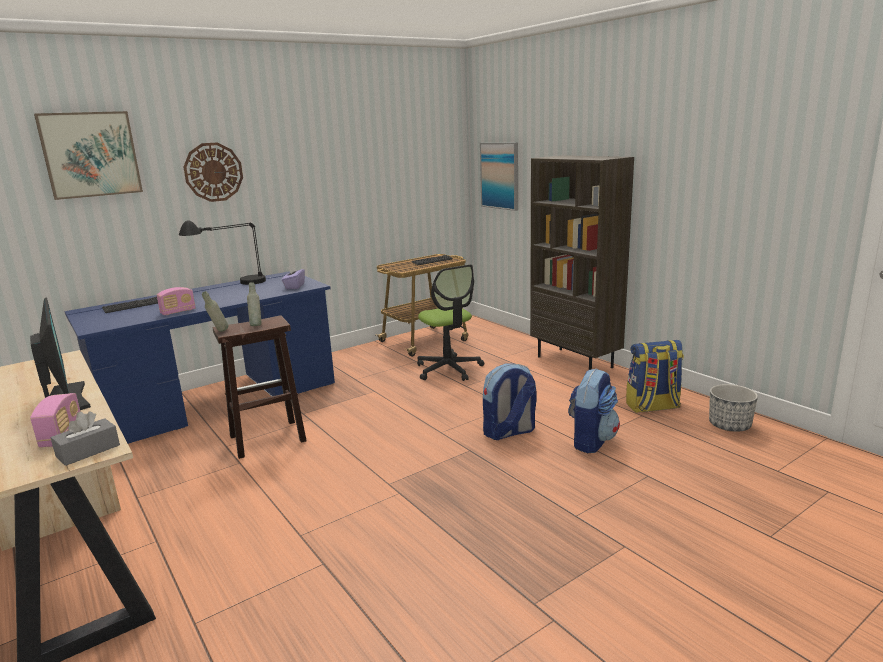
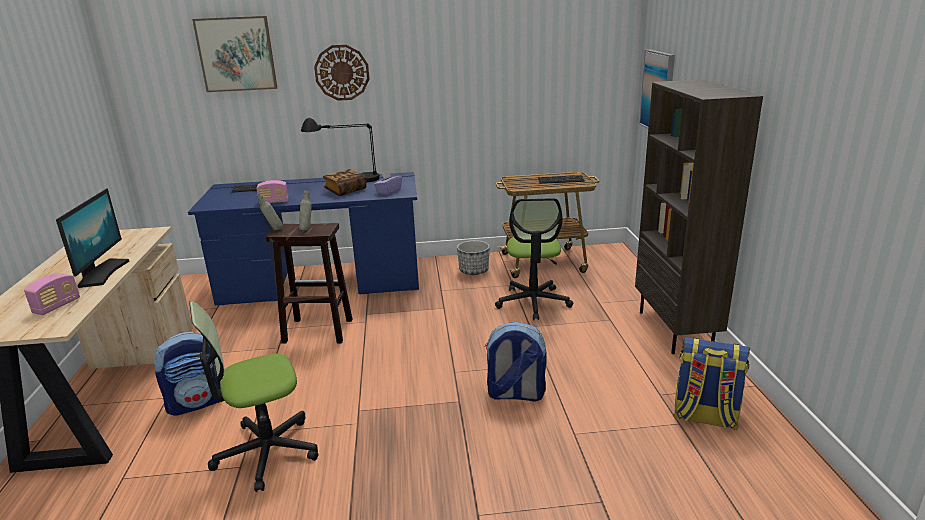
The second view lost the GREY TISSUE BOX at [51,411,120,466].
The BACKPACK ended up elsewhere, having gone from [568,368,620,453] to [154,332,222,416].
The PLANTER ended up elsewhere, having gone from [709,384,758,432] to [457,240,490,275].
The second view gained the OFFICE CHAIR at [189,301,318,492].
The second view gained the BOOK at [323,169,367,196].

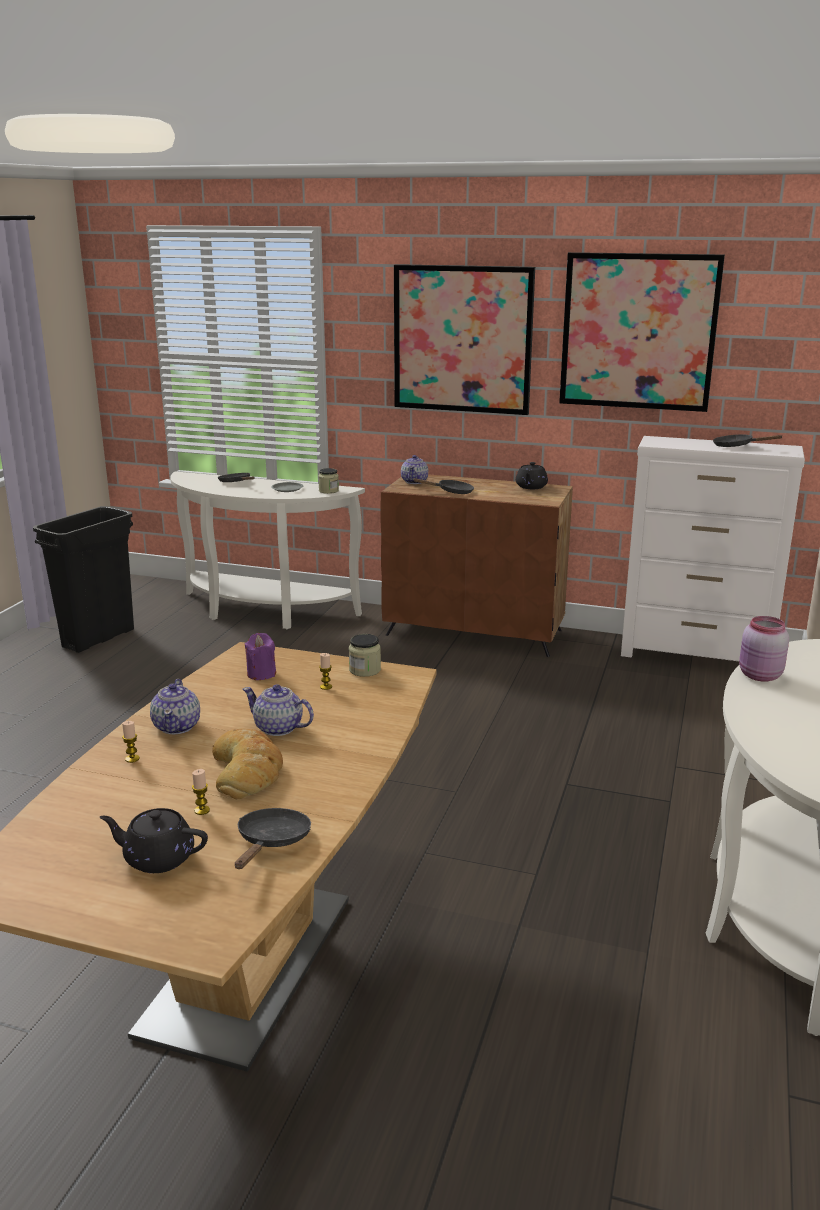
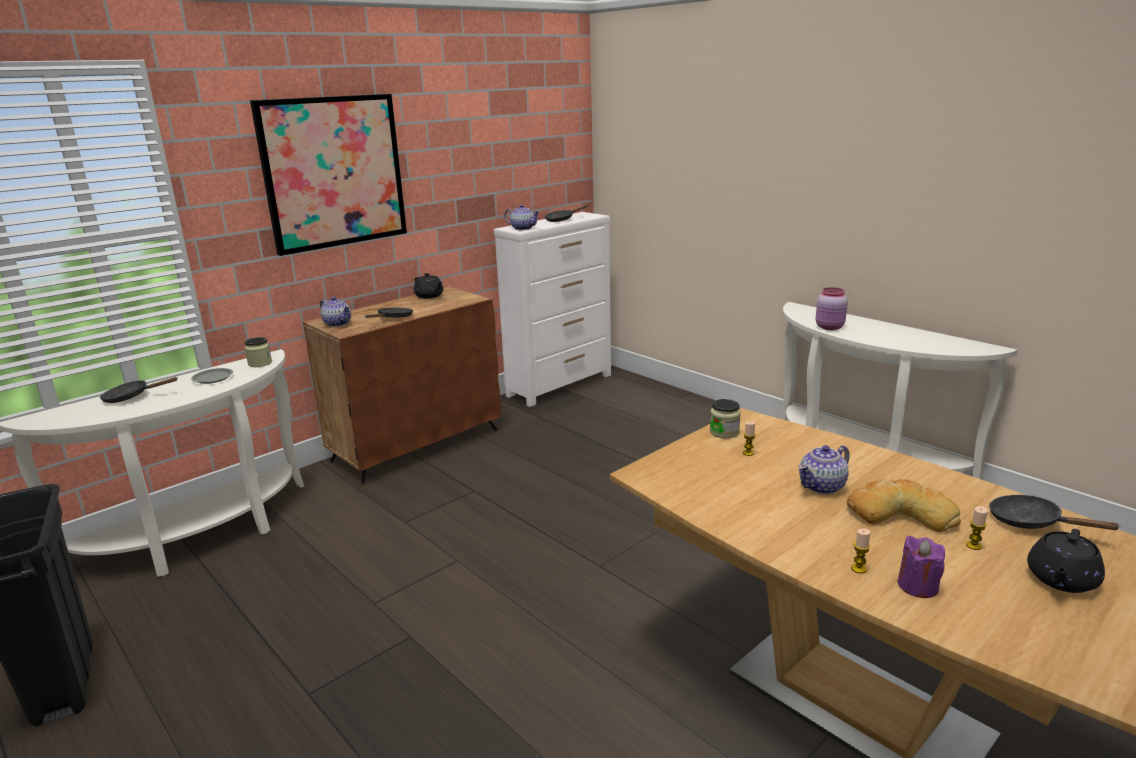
The TEAPOT ended up elsewhere, having gone from [150,679,200,734] to [504,204,540,230].
The PURPLE CANDLE ended up elsewhere, having gone from [244,633,276,680] to [898,536,945,598].
The second view lost the PICTURE at [559,252,725,412].

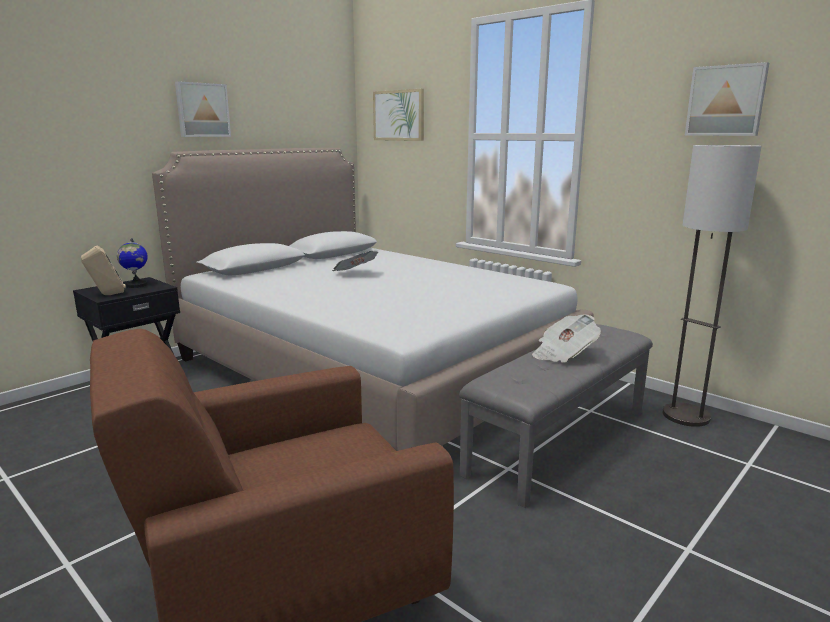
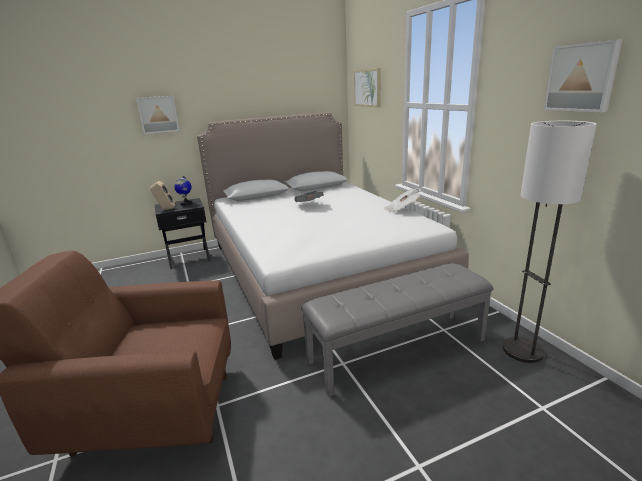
The PICTURE ended up elsewhere, having gone from [175,81,231,137] to [136,96,179,134].
The NEWSPAPER ended up elsewhere, having gone from [532,314,601,363] to [384,188,421,212].

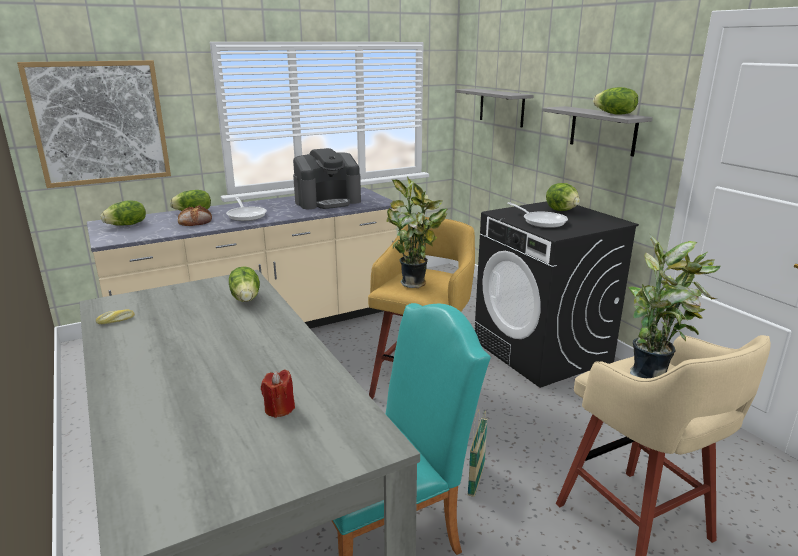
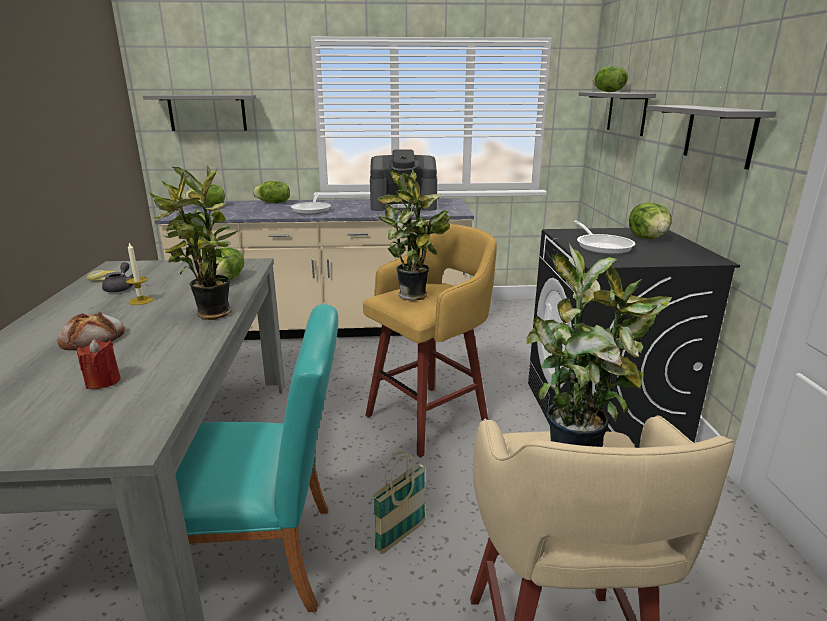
Where the PICTURE hung at [17,60,171,188], the GREY SHELF came to hang at [143,95,256,131].
The BREAD ended up elsewhere, having gone from [178,205,212,226] to [57,312,125,351].
The LETTUCE ended up elsewhere, having gone from [593,87,638,115] to [593,66,628,92].
The second view gained the GREY TEAPOT at [102,262,134,293].
The second view gained the CANDLE at [126,242,153,305].
The second view gained the POTTED PLANT at [149,165,237,320].

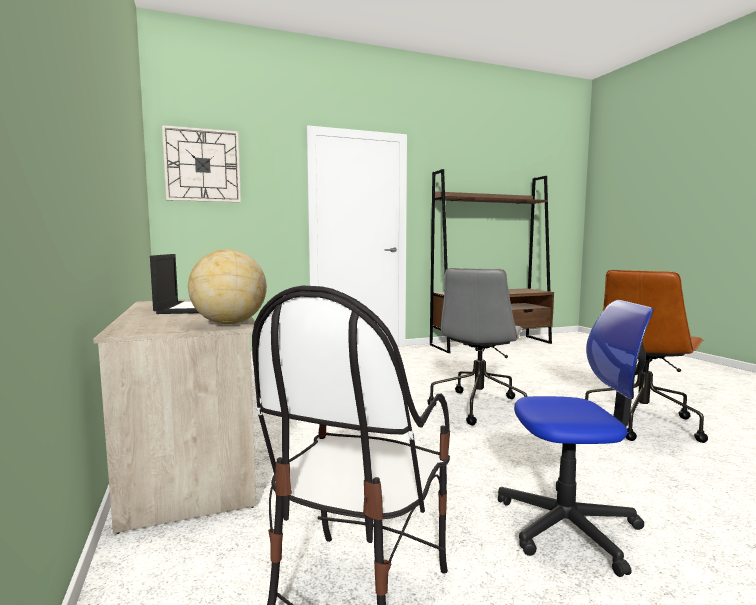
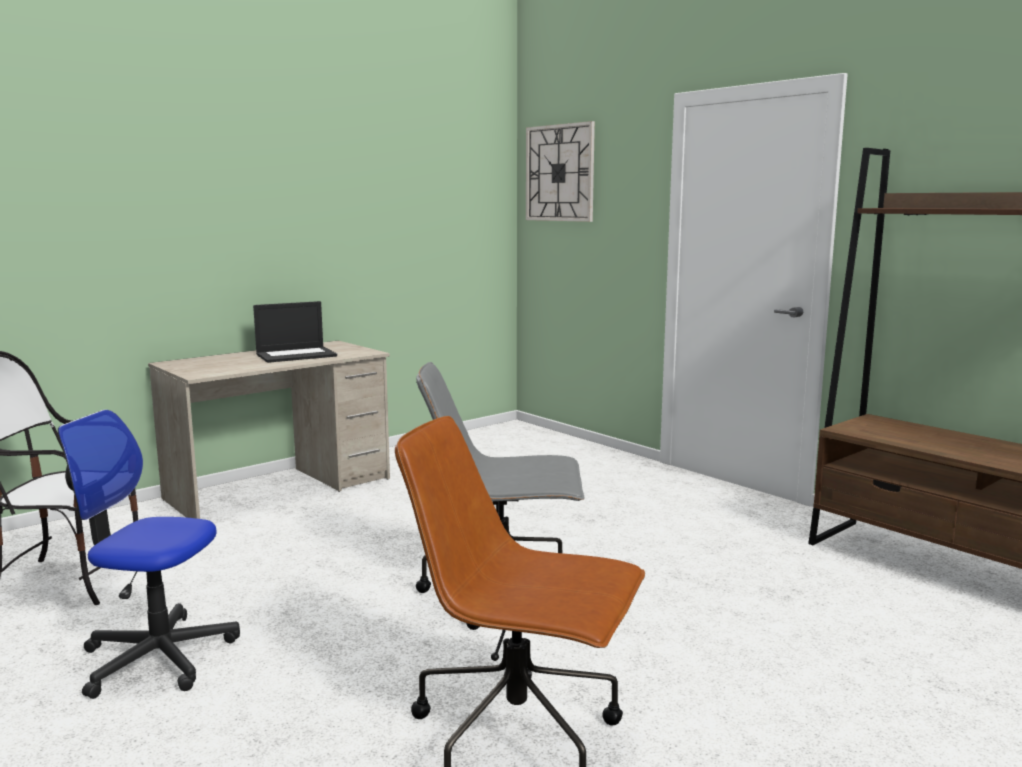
The second view lost the GLOBE at [188,249,267,325].
The OFFICE CHAIR at [498,300,653,577] ended up facing another way, 120 degrees clockwise from before.

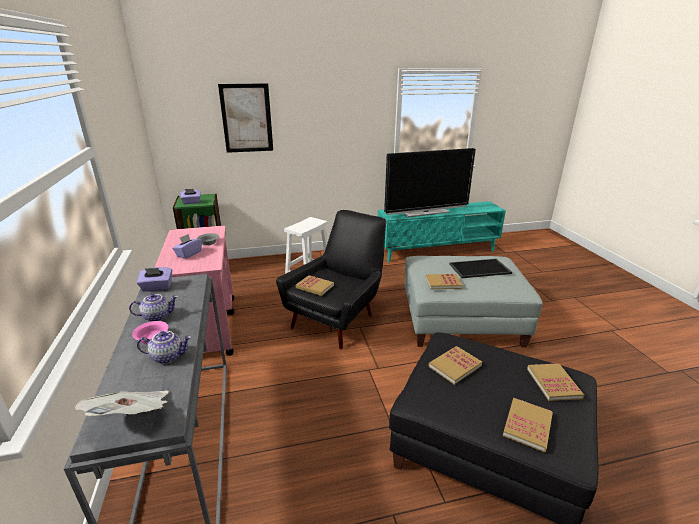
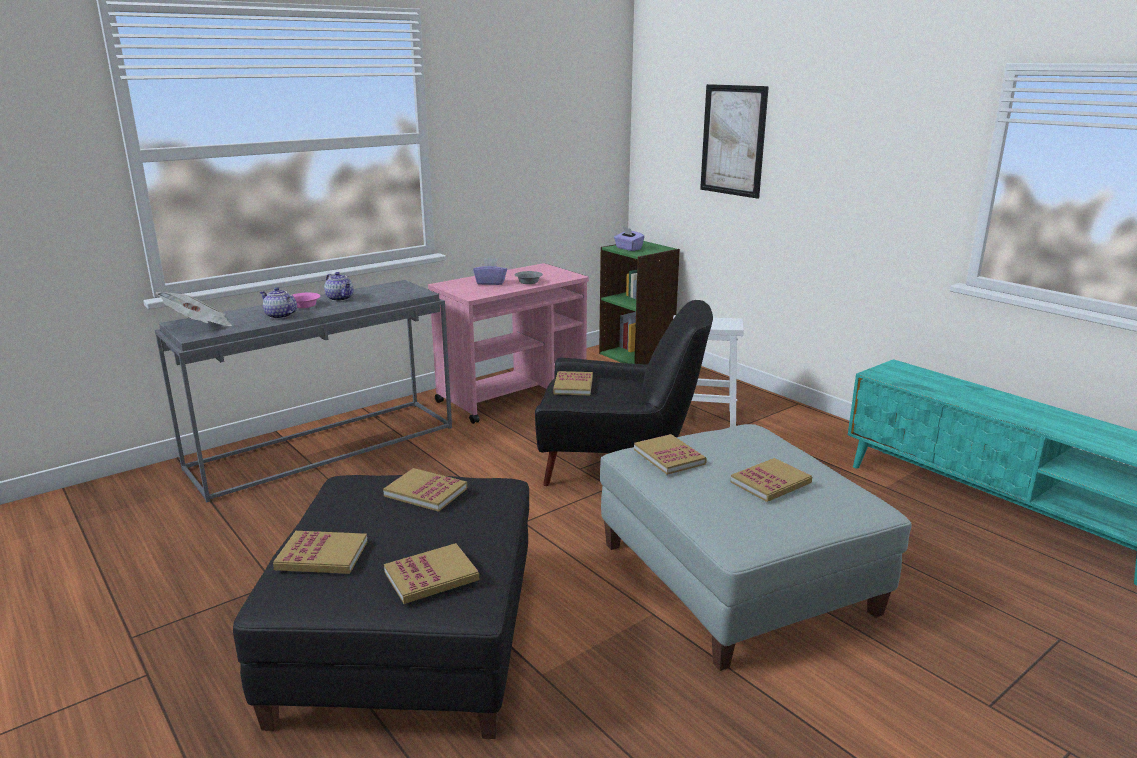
The second view lost the PURPLE TISSUE BOX at [136,267,172,292].
The TEAPOT at [137,331,191,364] ended up facing another way, 150 degrees clockwise from before.
The second view lost the TELEVISION at [384,148,476,217].
Where the TRAY stood at [449,259,512,278], the BOOK came to stand at [730,458,812,502].

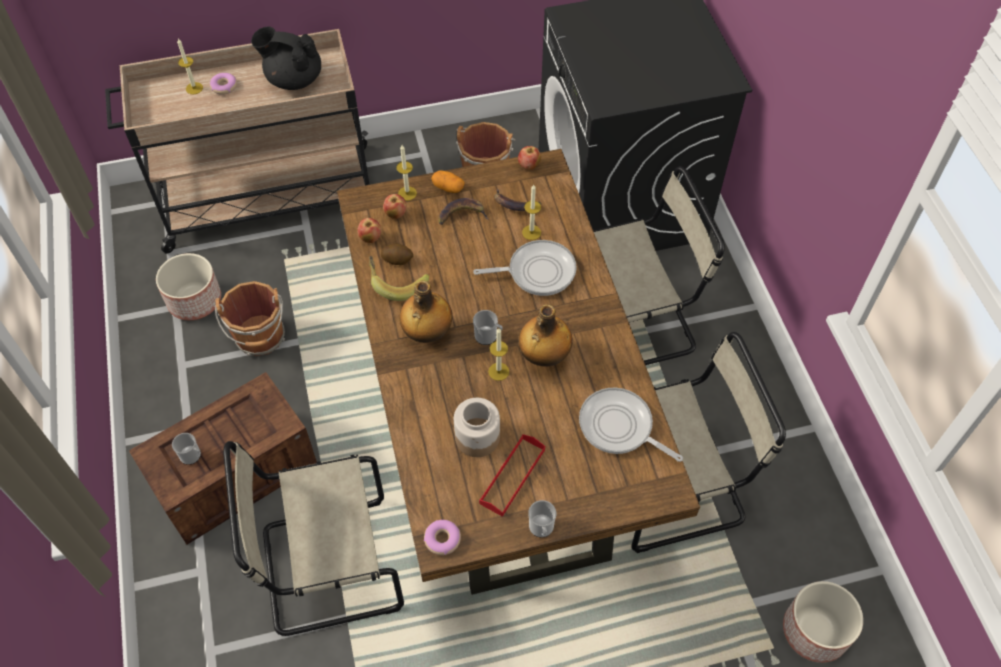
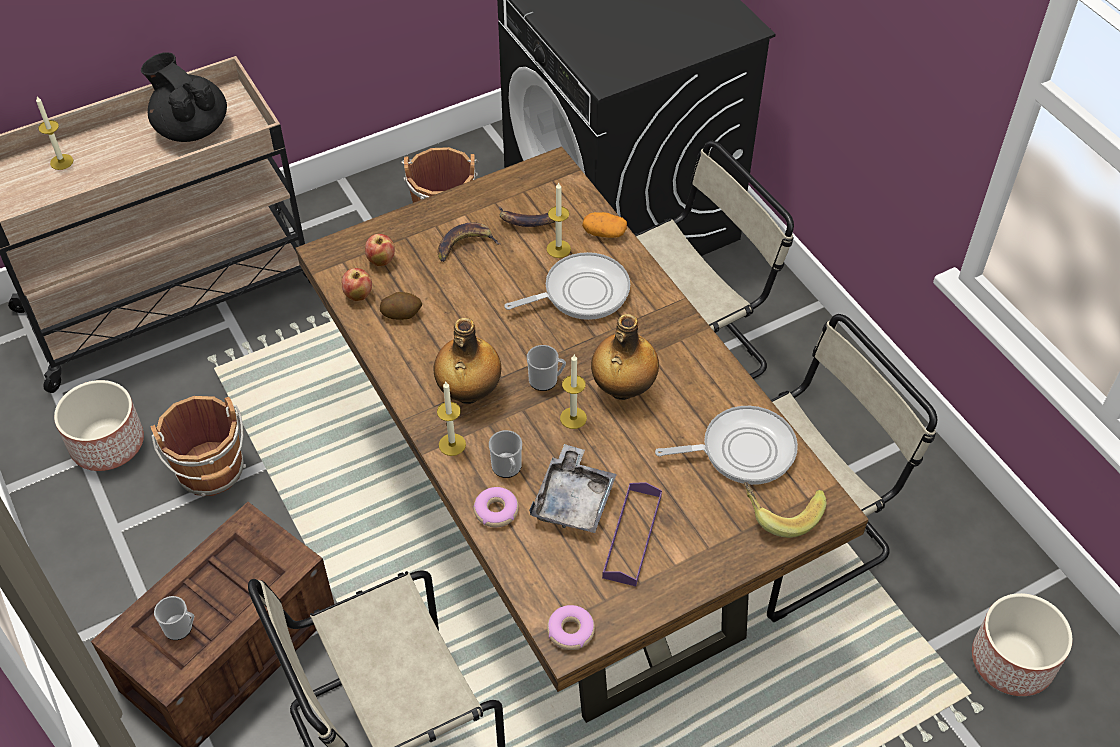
The DONUT ended up elsewhere, having gone from [210,73,237,95] to [473,487,519,527].
The BLACK TEAPOT at [251,27,321,90] ended up facing another way, 45 degrees clockwise from before.
The BANANA ended up elsewhere, having gone from [369,256,429,301] to [744,482,826,538].
The CANDLE ended up elsewhere, having gone from [396,145,417,201] to [437,382,466,456].
The POTATO ended up elsewhere, having gone from [431,170,465,193] to [582,212,627,238].
Where the JAR stood at [454,398,500,457], the GREY TRAY came to stand at [529,444,617,533].
What was the RED TRAY at [479,434,545,517] turned into the PURPLE TRAY at [602,482,662,586].
The second view lost the APPLE at [518,146,541,170].
The MUG ended up elsewhere, having gone from [528,500,556,538] to [489,430,522,478].
The FRYING PAN at [579,388,683,462] ended up facing another way, 150 degrees clockwise from before.

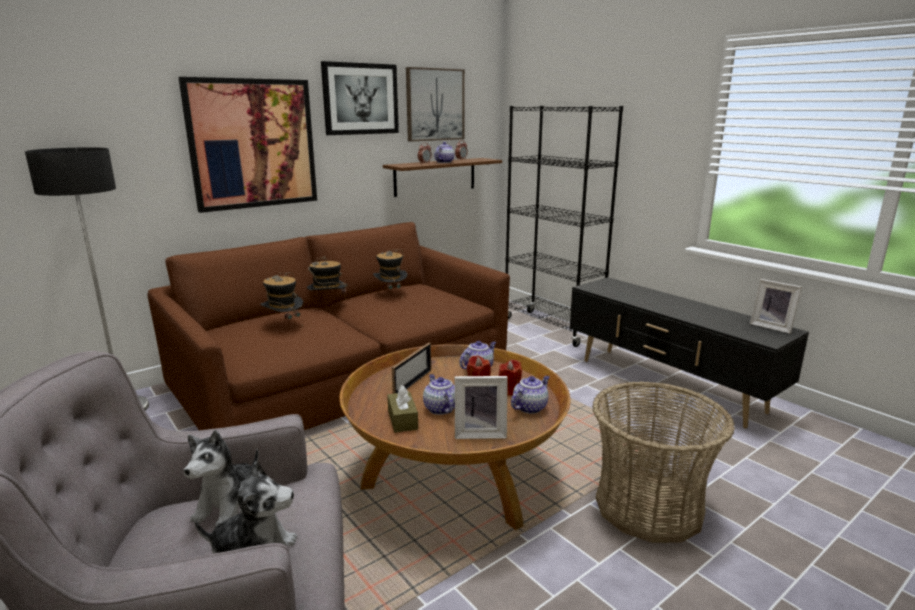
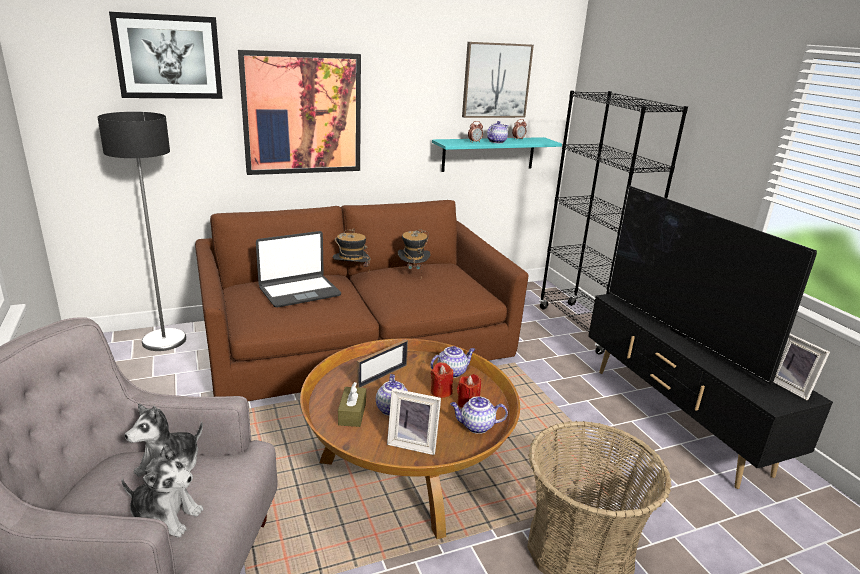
Where the HAT stood at [260,272,303,328], the LAPTOP came to stand at [256,231,341,308].
The PICTURE ended up elsewhere, having gone from [321,61,399,135] to [109,12,223,99].
What was the BROWN SHELF at [383,158,502,197] turned into the TURQUOISE SHELF at [432,137,562,172].
The TEAPOT at [511,376,550,414] ended up facing another way, 150 degrees counterclockwise from before.
The second view gained the TELEVISION at [608,185,817,385].

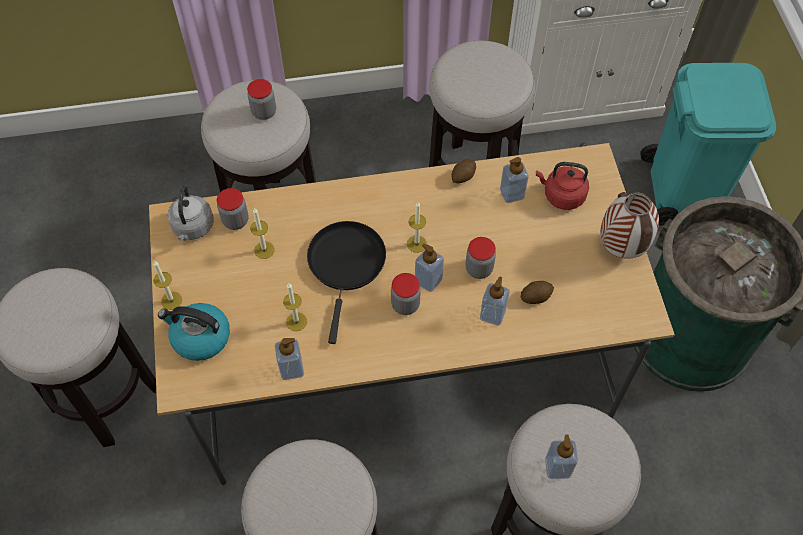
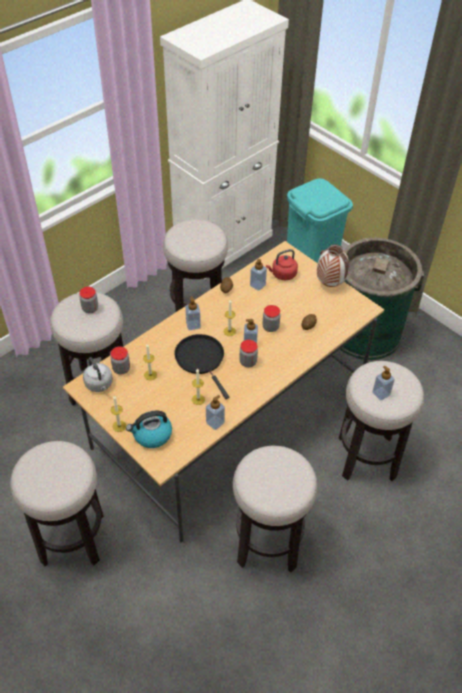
The SOAP DISPENSER ended up elsewhere, having gone from [480,276,510,326] to [185,296,201,330].

